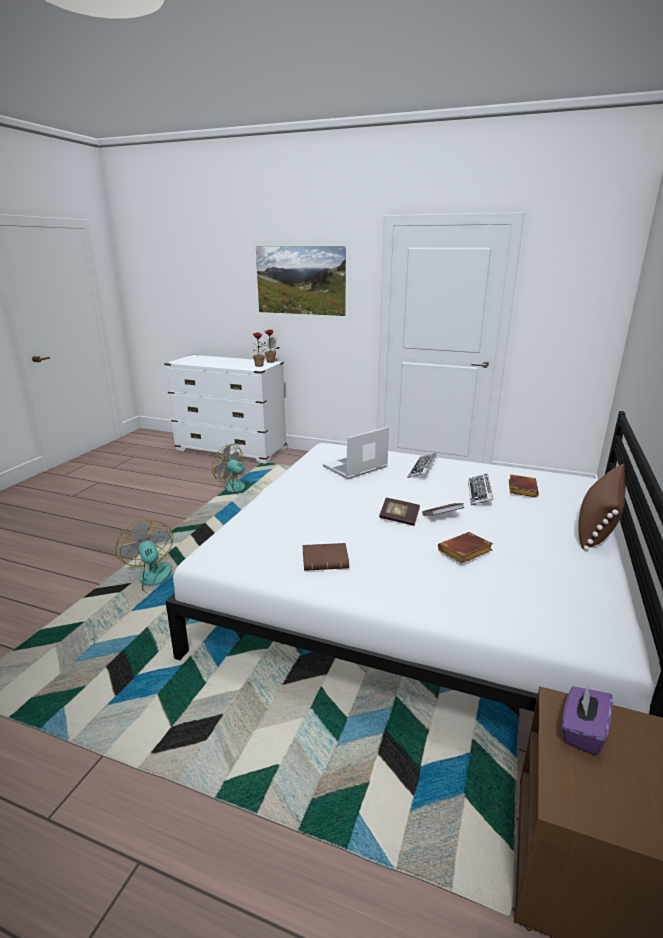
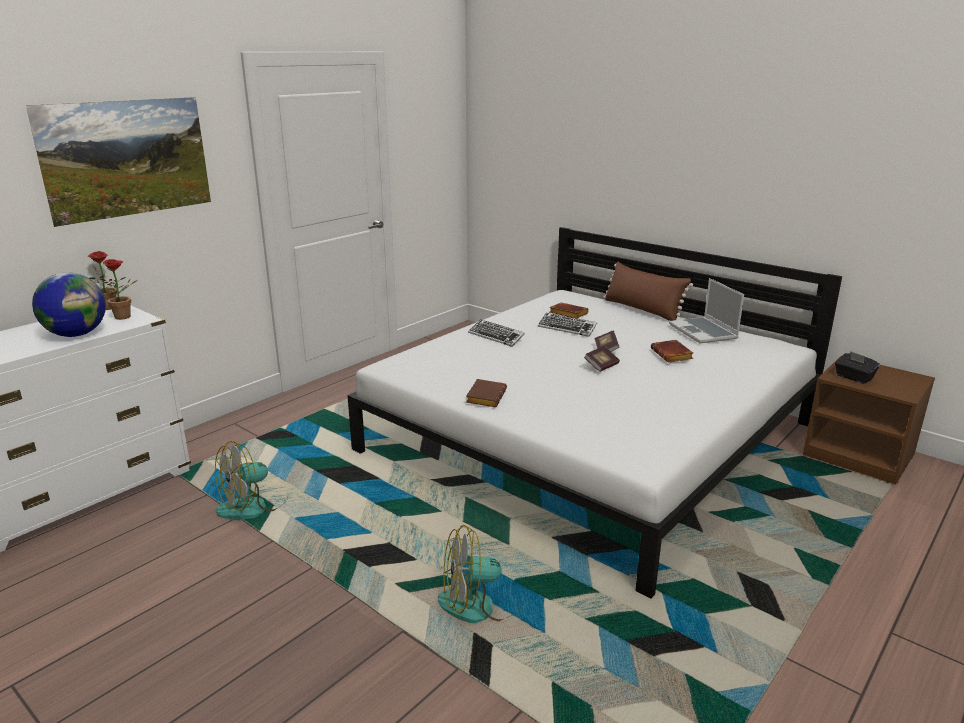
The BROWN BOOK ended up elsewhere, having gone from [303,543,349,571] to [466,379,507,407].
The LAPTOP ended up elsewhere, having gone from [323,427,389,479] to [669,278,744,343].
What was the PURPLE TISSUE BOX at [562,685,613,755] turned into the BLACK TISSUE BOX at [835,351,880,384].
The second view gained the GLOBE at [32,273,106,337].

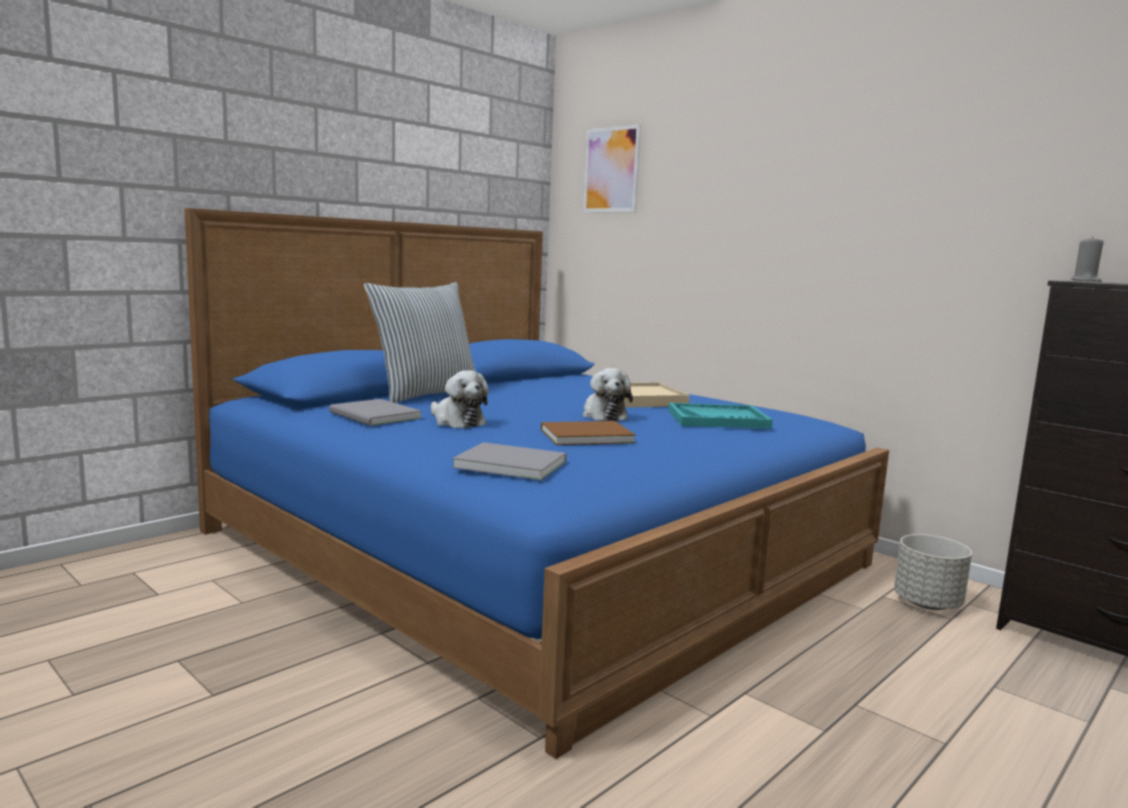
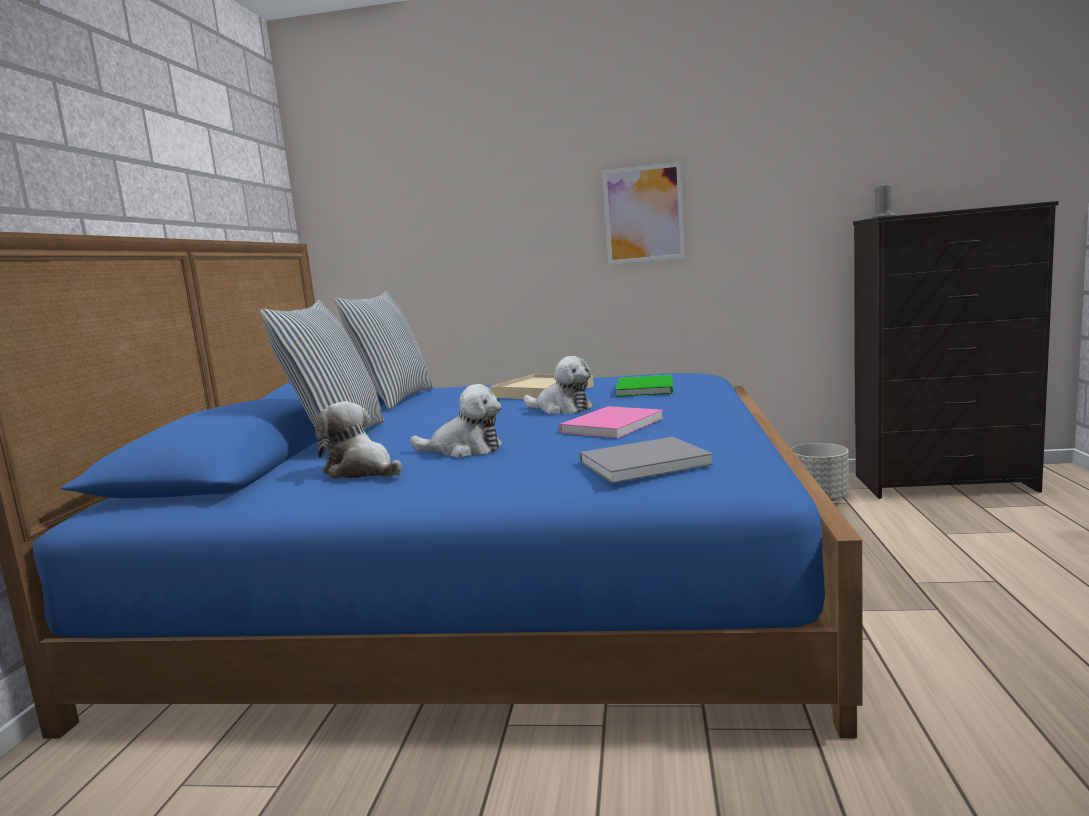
Where the GREY BOOK stood at [329,399,422,426], the PLUSH TOY came to stand at [315,401,402,479].
What was the BROWN BOOK at [541,421,636,445] turned into the PINK BOOK at [559,406,664,438].
The PICTURE ended up elsewhere, having gone from [583,124,641,212] to [602,162,685,264].
Where the TURQUOISE TRAY stood at [668,403,773,429], the GREEN BOOK came to stand at [615,375,673,397].
The second view gained the PILLOW at [334,291,434,410].

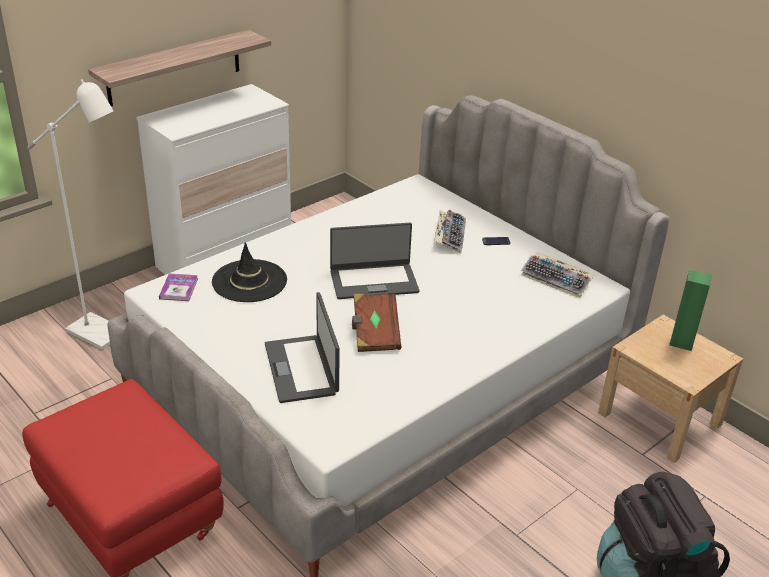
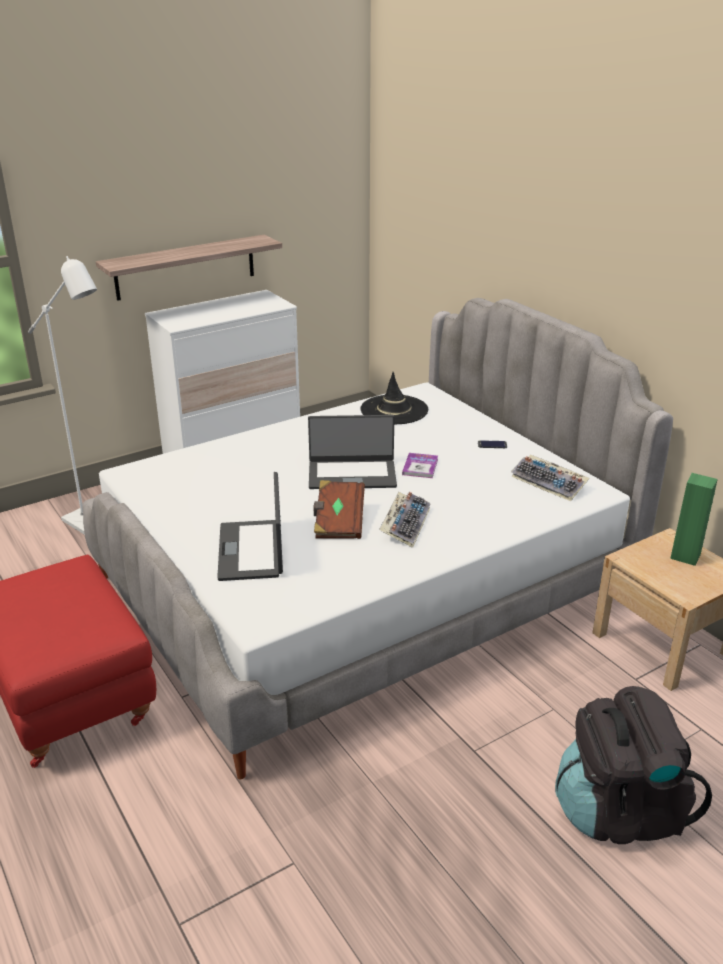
The BOOK ended up elsewhere, having gone from [159,273,198,301] to [402,453,438,478].
The BLACK HAT ended up elsewhere, having gone from [212,242,287,302] to [360,372,428,424].
The KEYBOARD ended up elsewhere, having gone from [434,210,466,254] to [379,492,431,548].

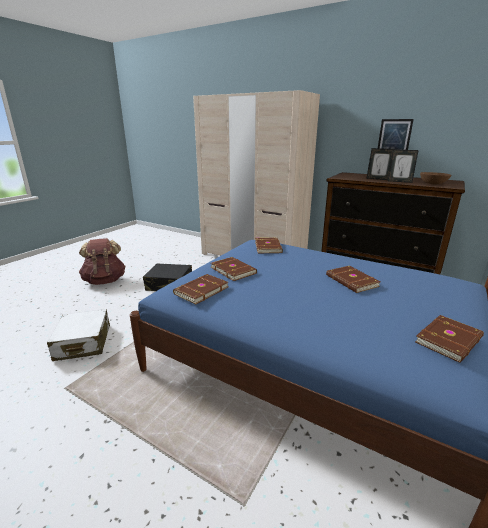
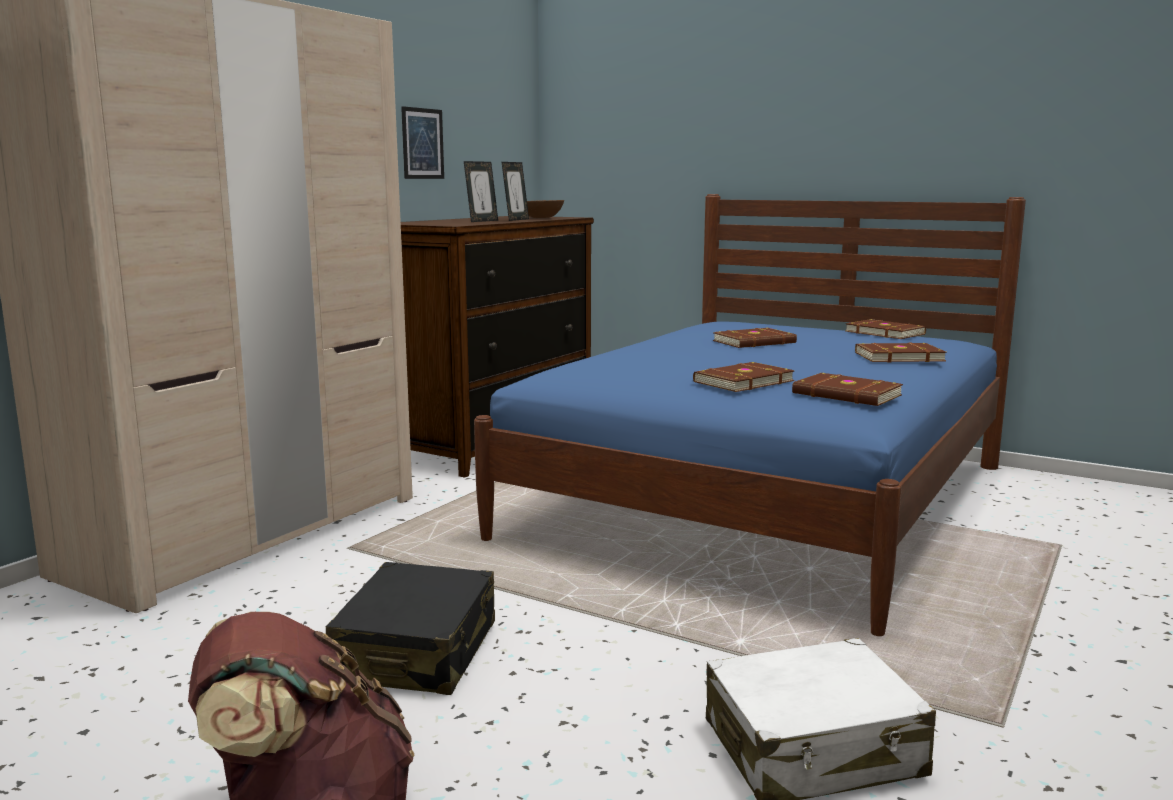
The BROWN BOOK ended up elsewhere, having gone from [255,238,283,253] to [855,343,947,362].

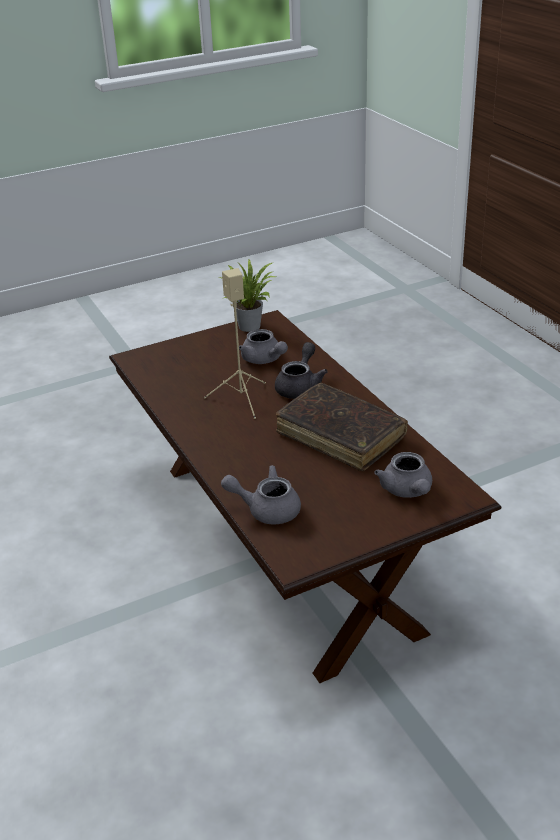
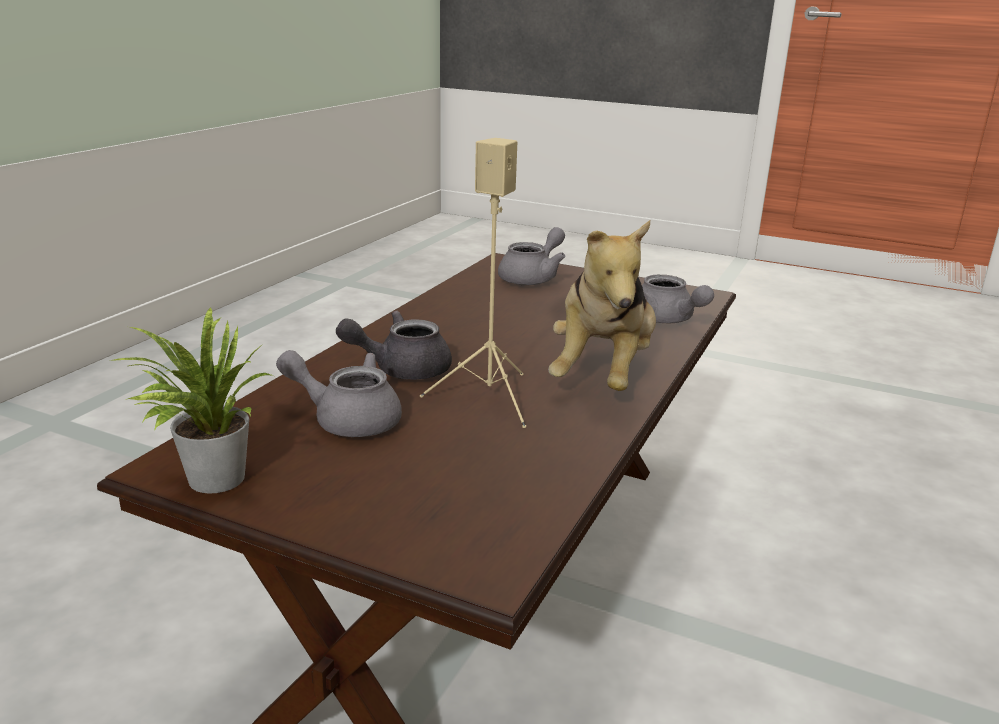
The GREY TEAPOT at [239,329,288,364] ended up facing another way, 90 degrees counterclockwise from before.
The second view lost the BROWN BOOK at [276,383,408,471].
The second view gained the PLUSH TOY at [548,220,656,391].

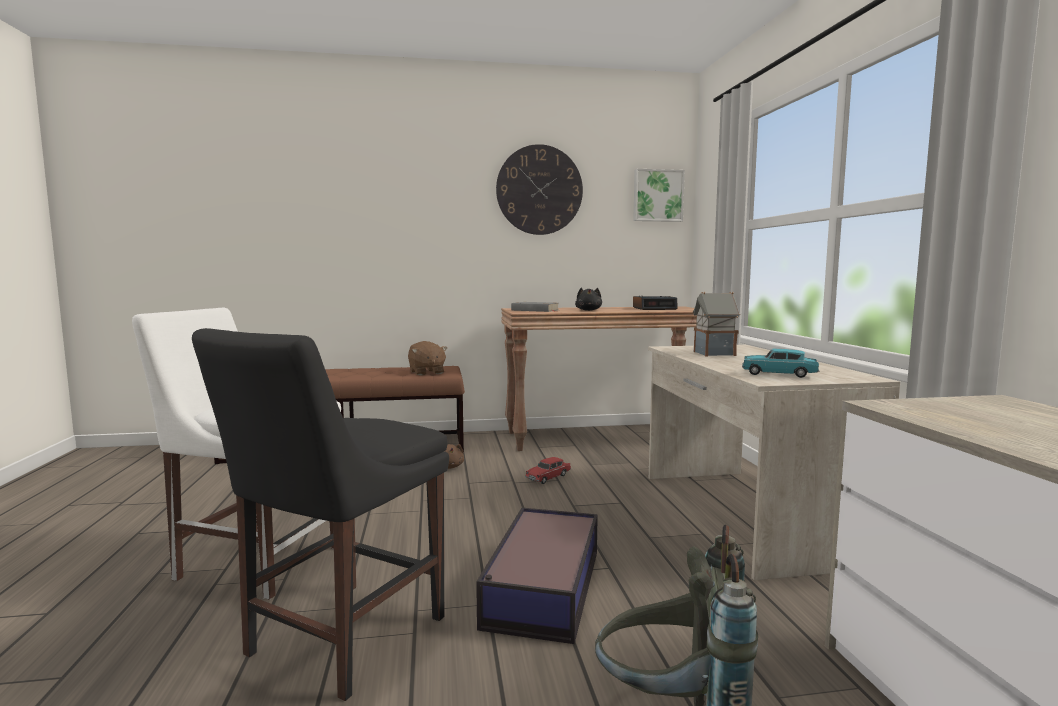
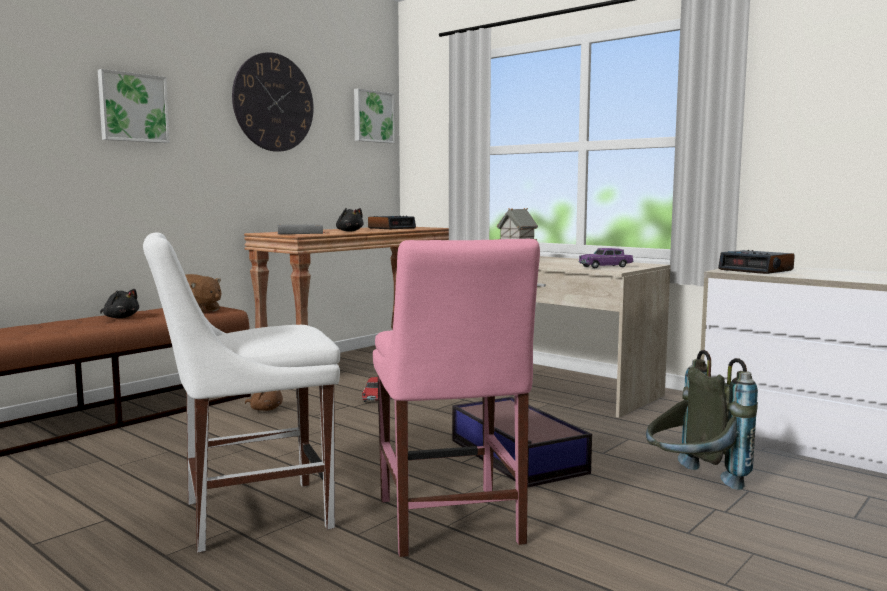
What was the BLACK CHAIR at [192,328,449,701] turned into the PINK CHAIR at [373,239,540,557].
What was the TURQUOISE TOY CAR at [742,349,820,378] turned into the PURPLE TOY CAR at [578,248,634,268].
The second view gained the PICTURE at [98,69,170,143].
The second view gained the BLACK PLUSH TOY at [100,289,139,318].
The second view gained the ALARM CLOCK at [718,250,795,274].

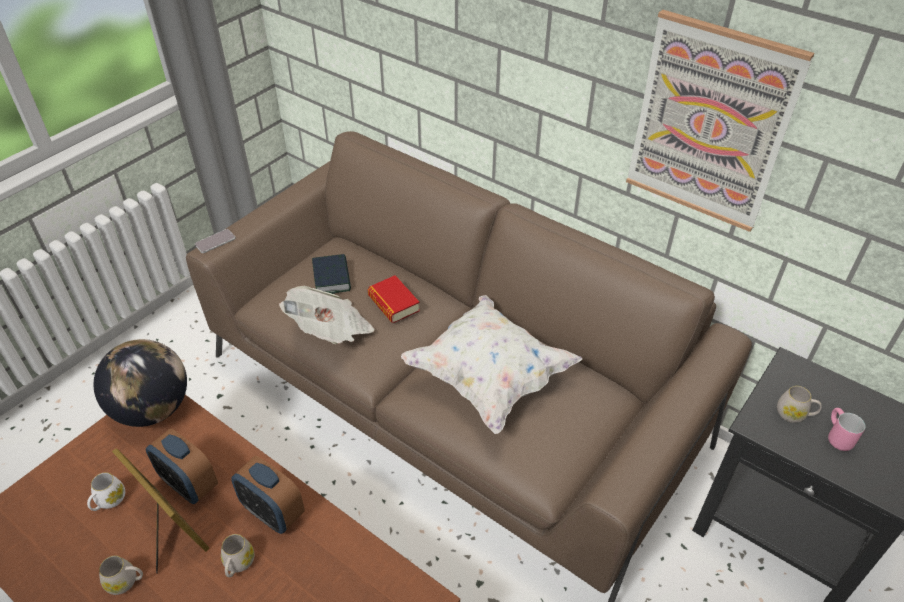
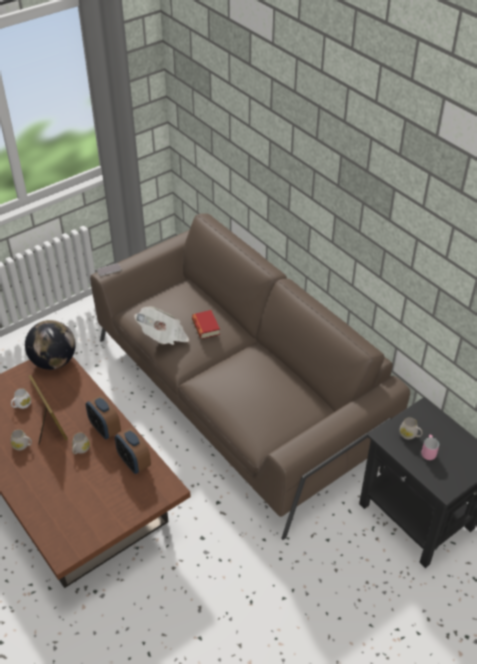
The ALARM CLOCK ended up elsewhere, having gone from [146,428,218,504] to [115,427,151,474].
The second view lost the BOOK at [312,254,351,294].
The second view lost the WHITE PILLOW at [401,295,582,434].
The second view lost the PICTURE at [626,10,814,232].

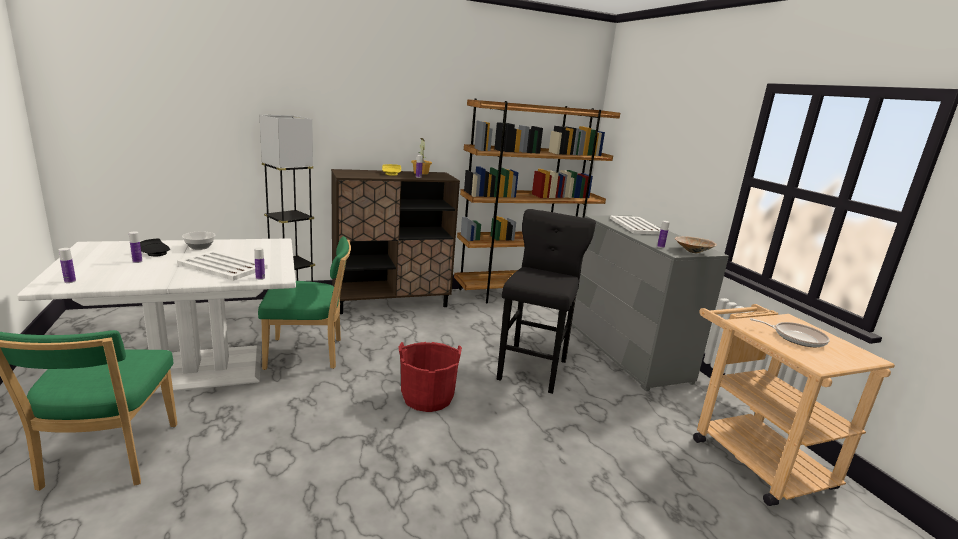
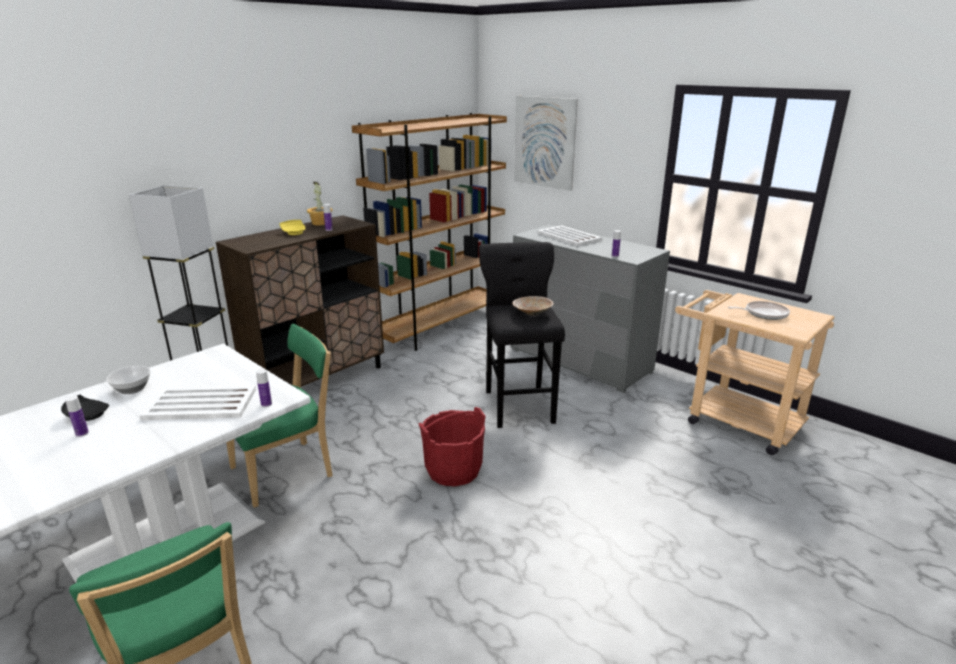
The second view lost the BOTTLE at [59,248,76,283].
The BEIGE BOWL ended up elsewhere, having gone from [675,236,717,253] to [512,296,554,316].
The second view gained the PICTURE at [514,96,578,191].

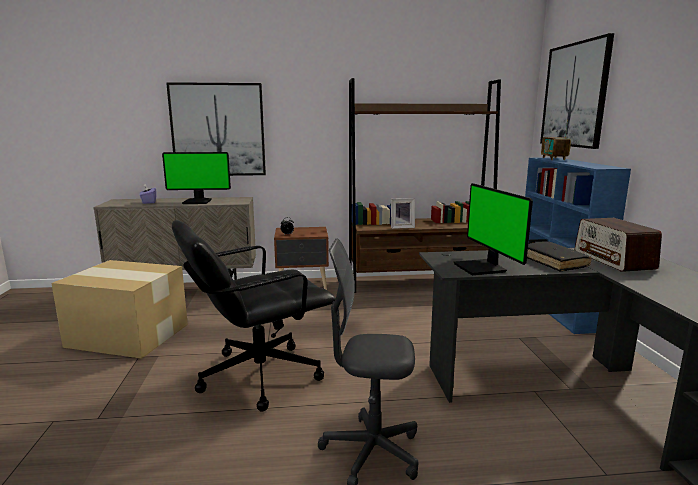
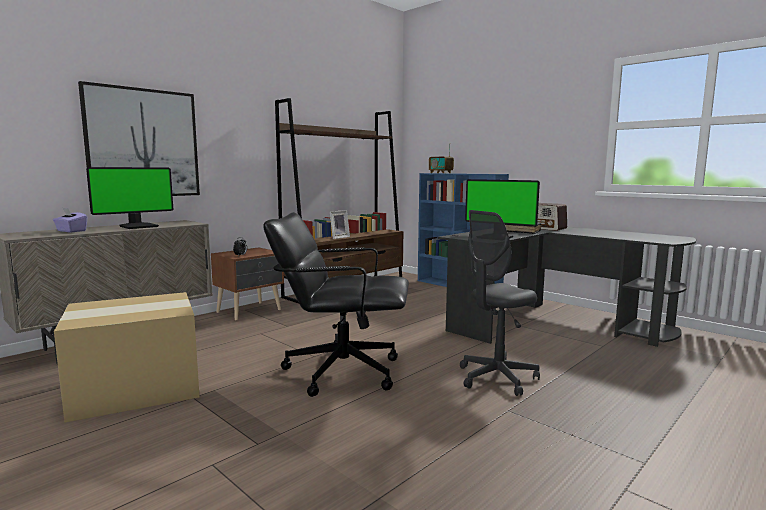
The BLACK OFFICE CHAIR at [172,220,336,412] ended up facing another way, 75 degrees clockwise from before.
The second view lost the PICTURE at [540,33,614,149].

